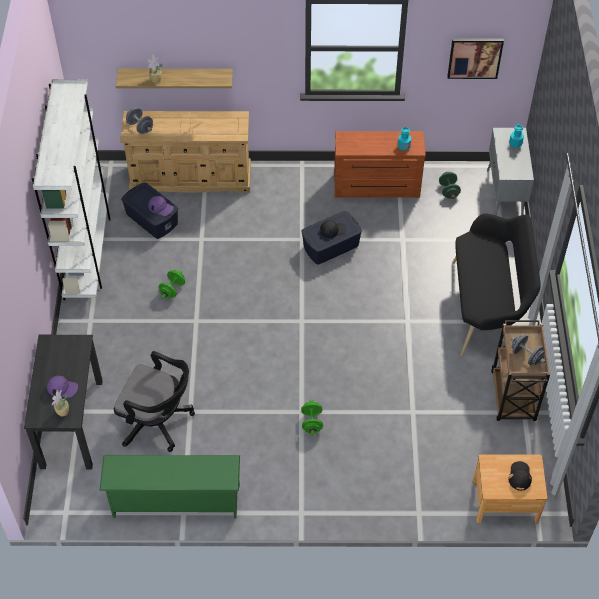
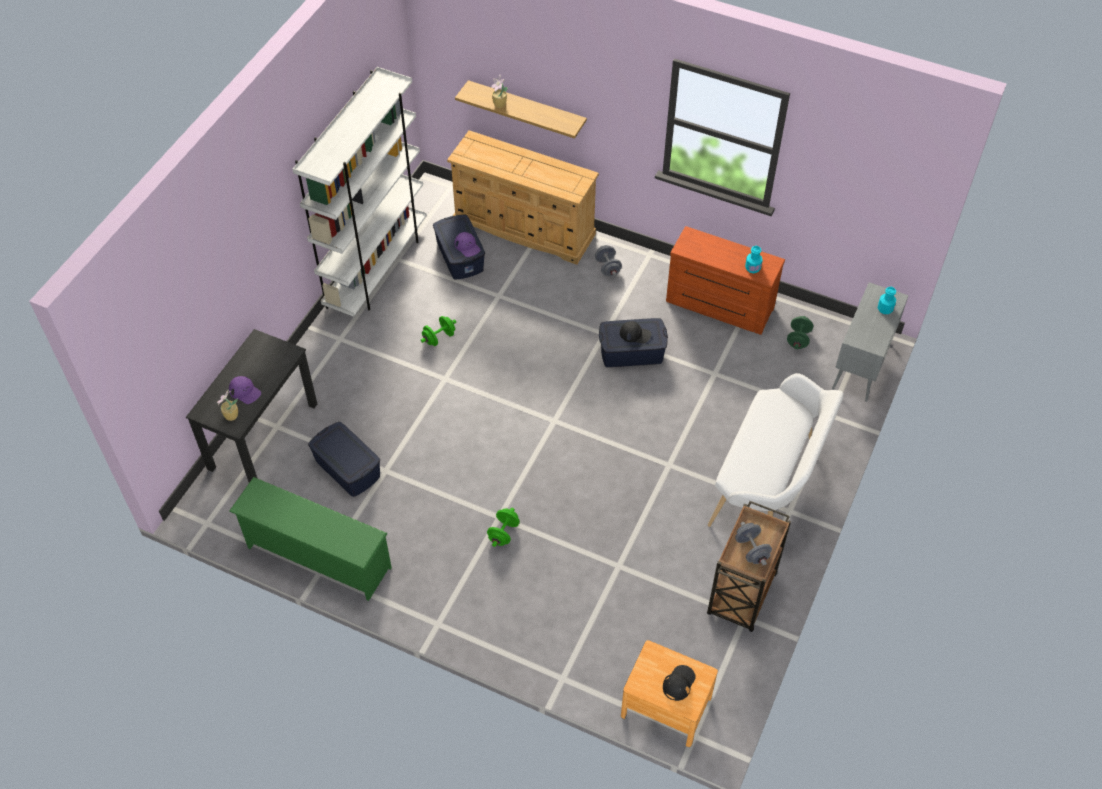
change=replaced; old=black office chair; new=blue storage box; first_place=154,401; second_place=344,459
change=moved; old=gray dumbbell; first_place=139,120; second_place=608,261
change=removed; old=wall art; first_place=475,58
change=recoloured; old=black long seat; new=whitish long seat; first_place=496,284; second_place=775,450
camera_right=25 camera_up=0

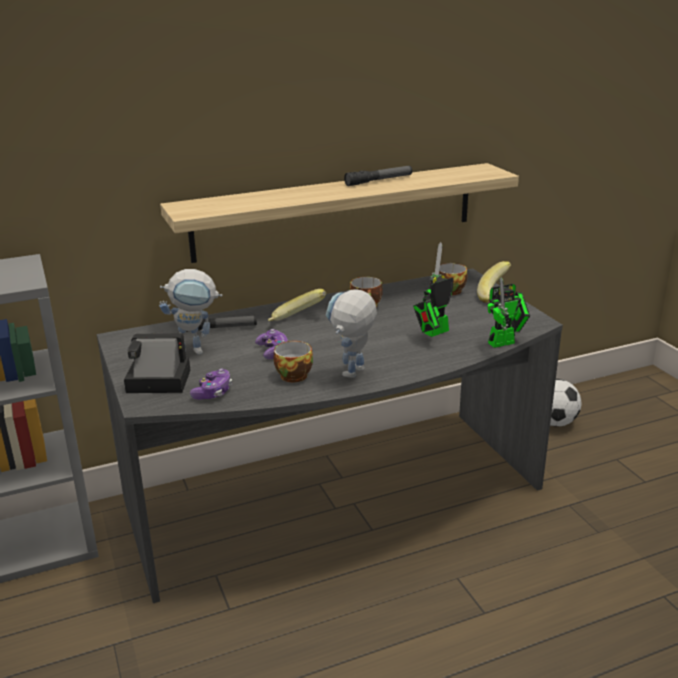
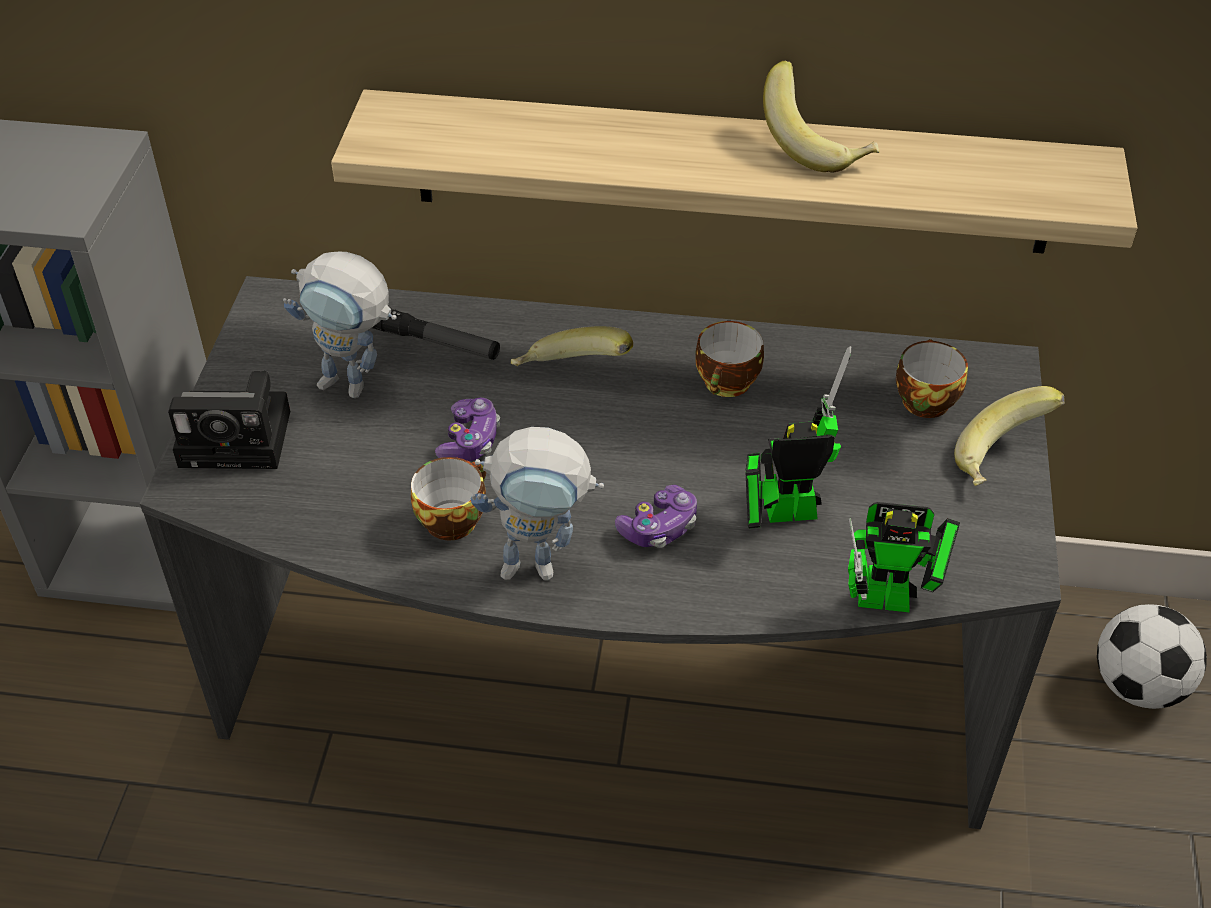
change=turned; old=photo camera; first_place=157,362; second_place=229,420; degrees=150
change=moved; old=joypad; first_place=211,384; second_place=656,516
change=turned; old=model robot; first_place=351,333; second_place=537,504; degrees=-150
change=replaced; old=flashlight; new=banana; first_place=378,176; second_place=821,116
camera_right=30 camera_up=20

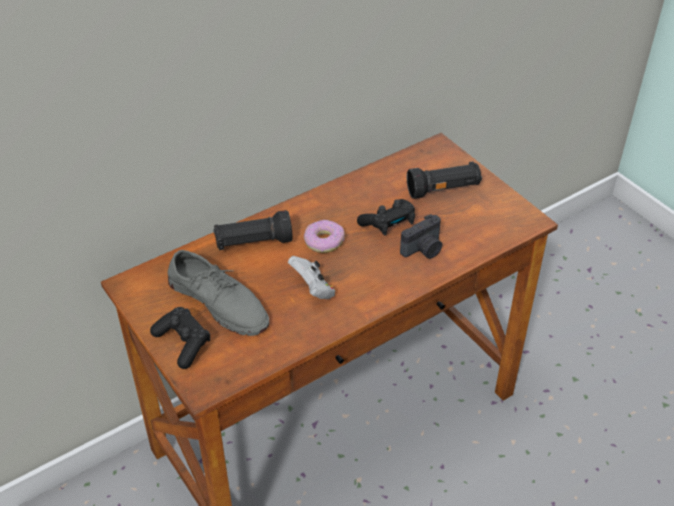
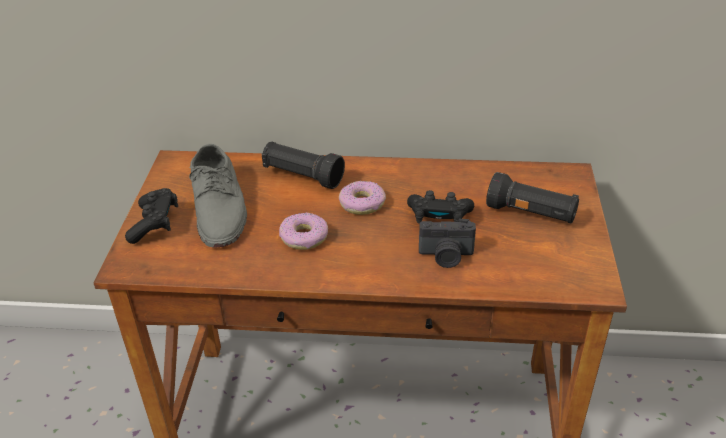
change=replaced; old=whitish joypad; new=ring doughnut; first_place=311,277; second_place=303,231
camera_right=40 camera_up=-5

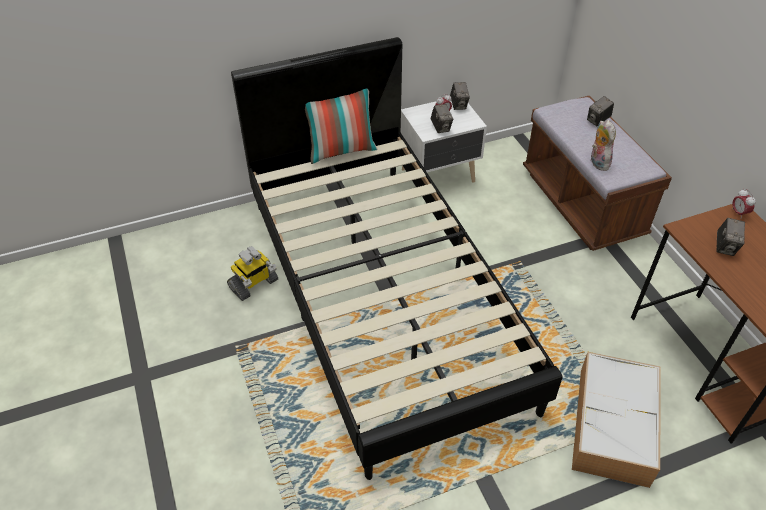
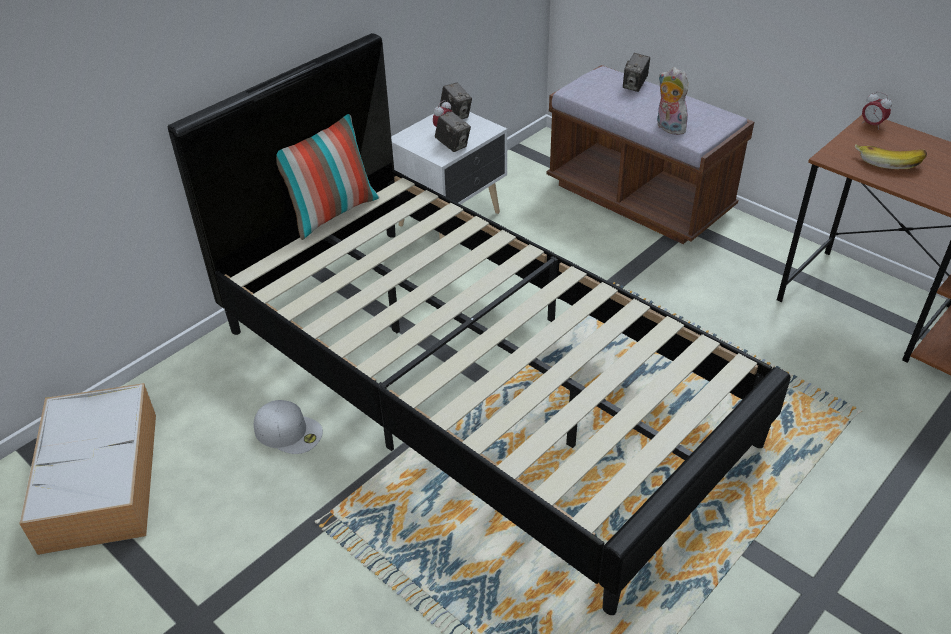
change=replaced; old=model robot; new=whitish baseball cap; first_place=253,273; second_place=288,427
change=moved; old=storage box; first_place=616,420; second_place=87,469
change=replaced; old=photo camera; new=banana; first_place=730,237; second_place=891,156
camera_right=-25 camera_up=-5

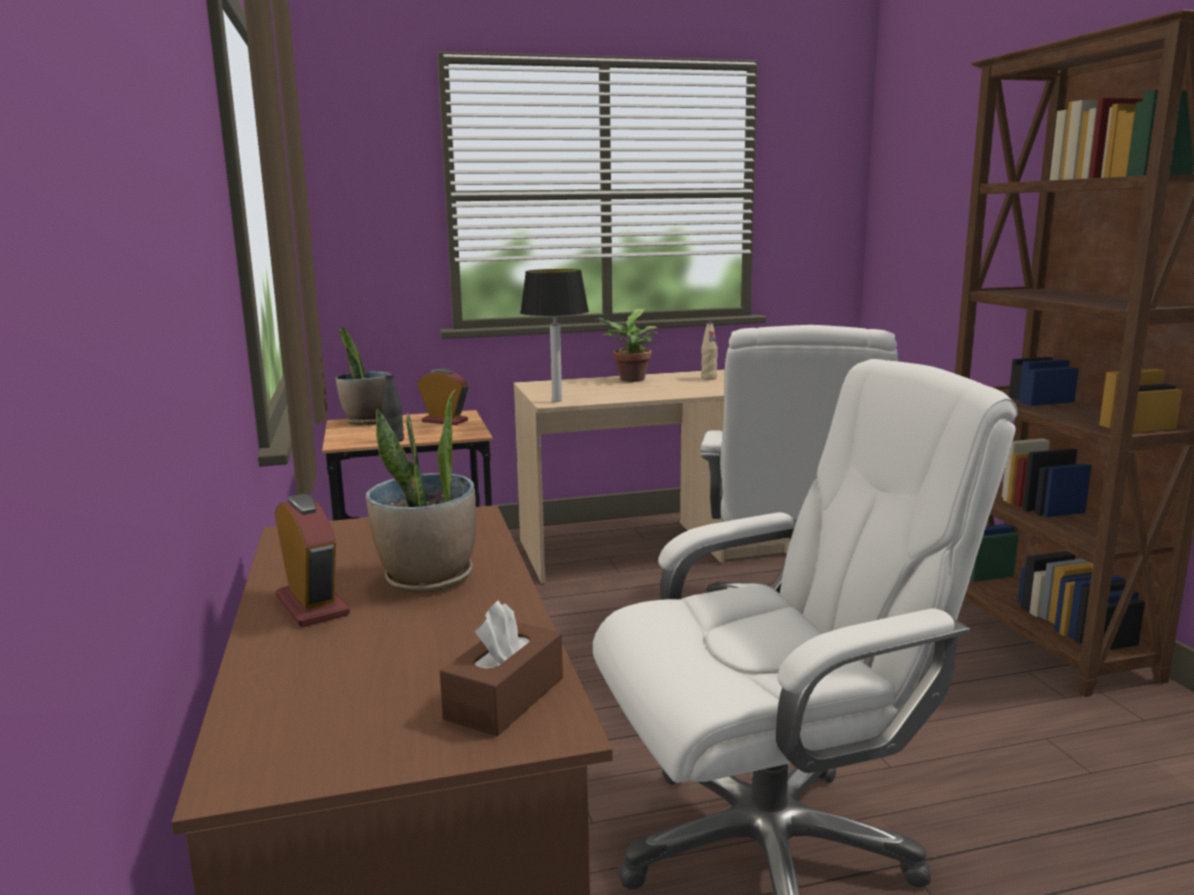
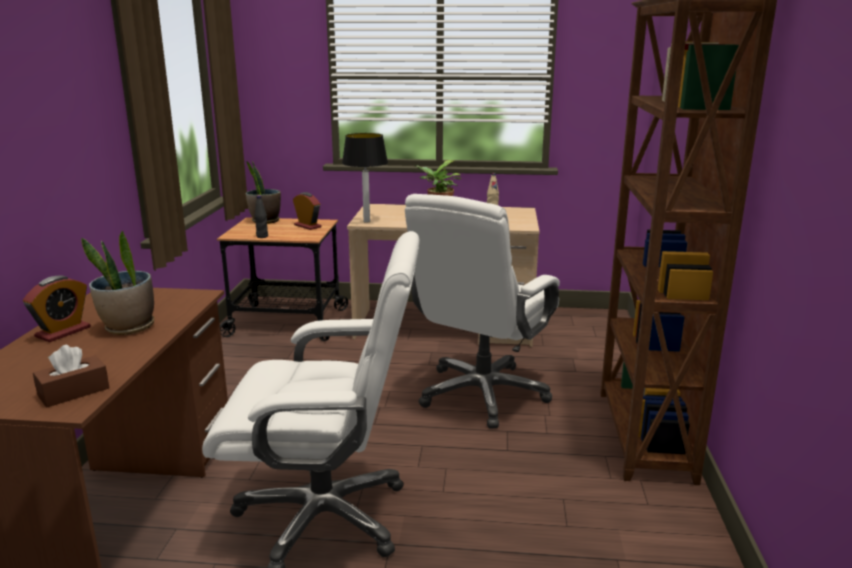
change=turned; old=alarm clock; first_place=312,560; second_place=57,309; degrees=45
camera_right=20 camera_up=5

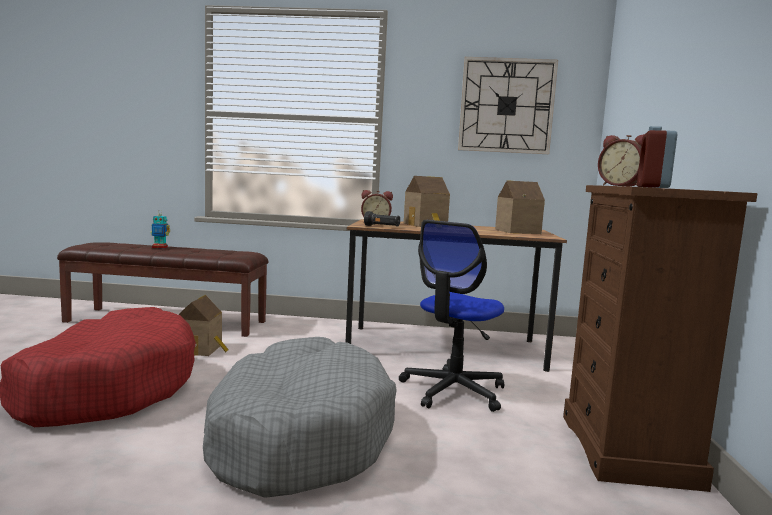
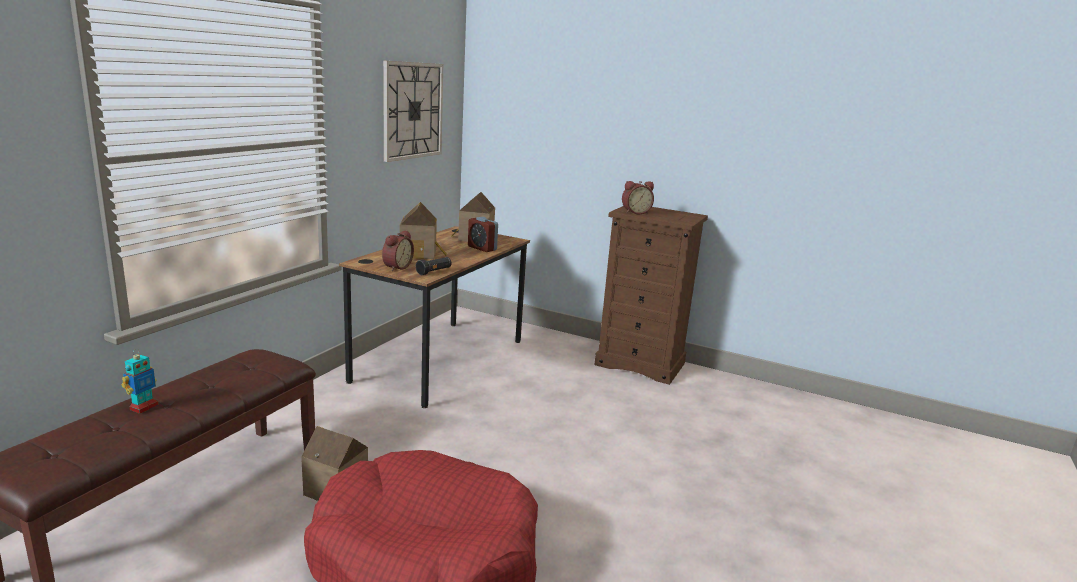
change=removed; old=gray dog cushion; first_place=300,417
change=removed; old=office chair; first_place=451,316
change=moved; old=alarm clock; first_place=657,157; second_place=483,234
camera_right=-70 camera_up=10

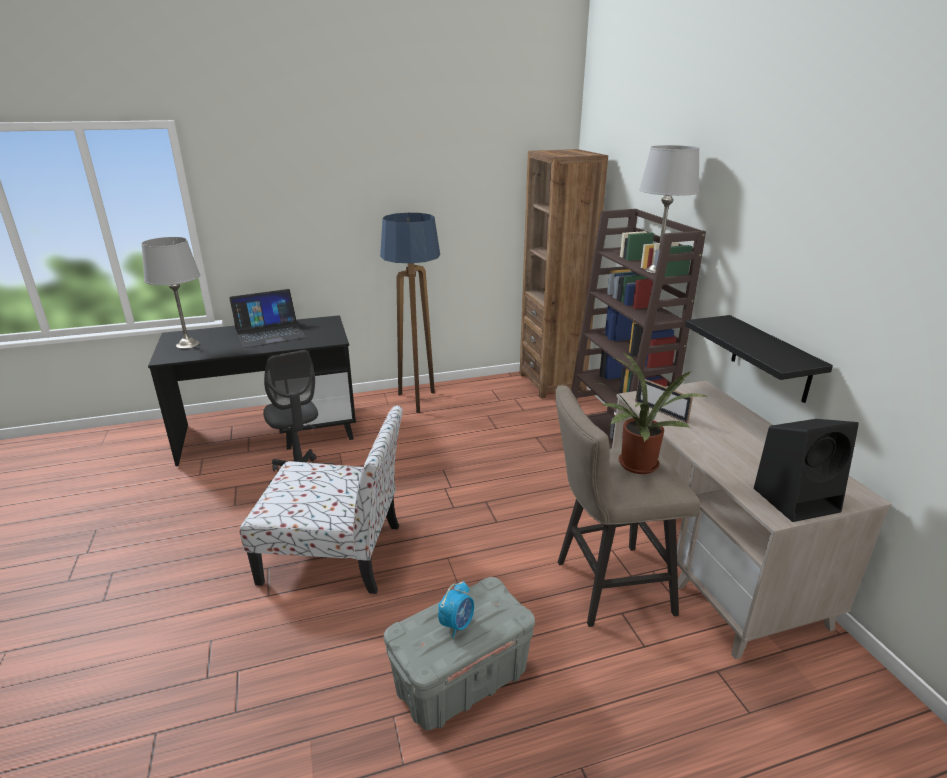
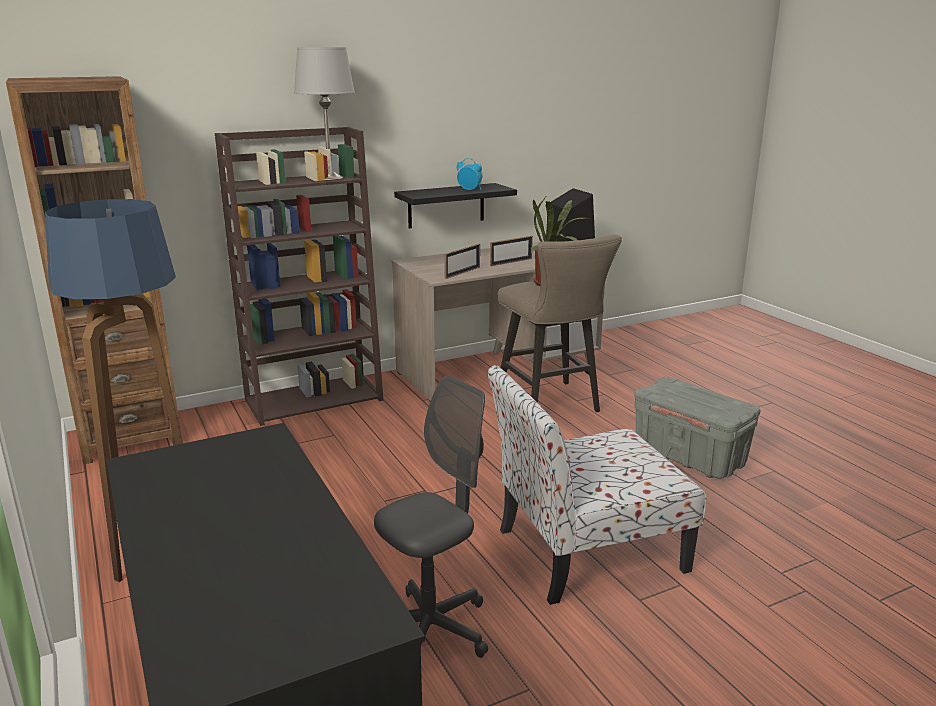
change=removed; old=gray tabletop lamp; first_place=170,293
change=removed; old=laptop; first_place=267,318
change=turned; old=upright chair; first_place=321,499; second_place=597,485; degrees=-105
change=moved; old=alarm clock; first_place=456,609; second_place=469,174
change=added; new=photo frame; second_place=511,251
camera_right=-100 camera_up=-5

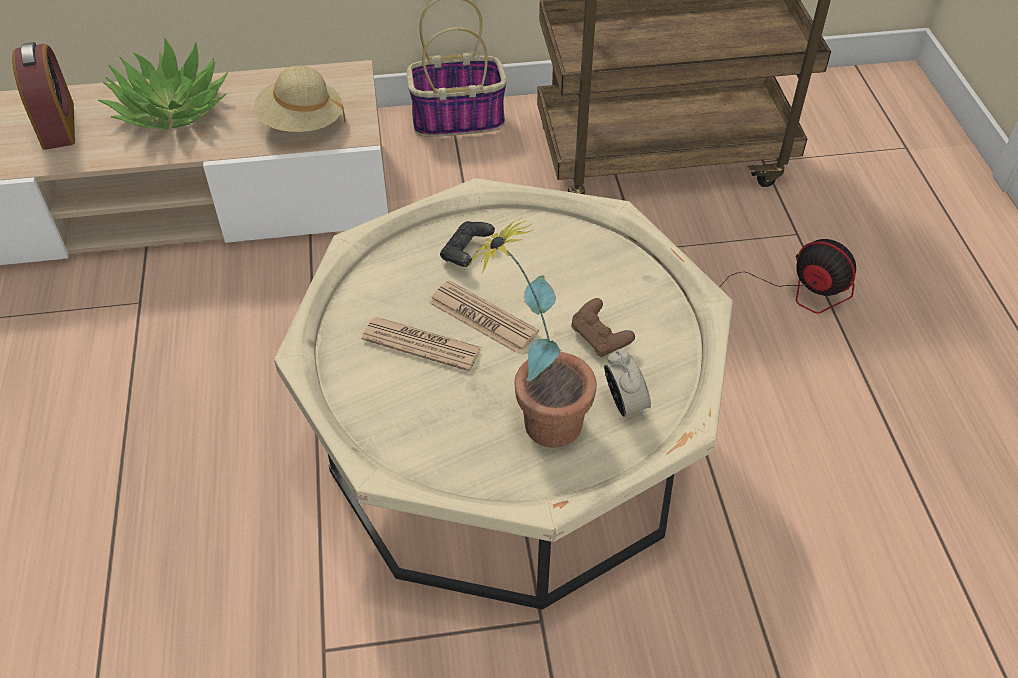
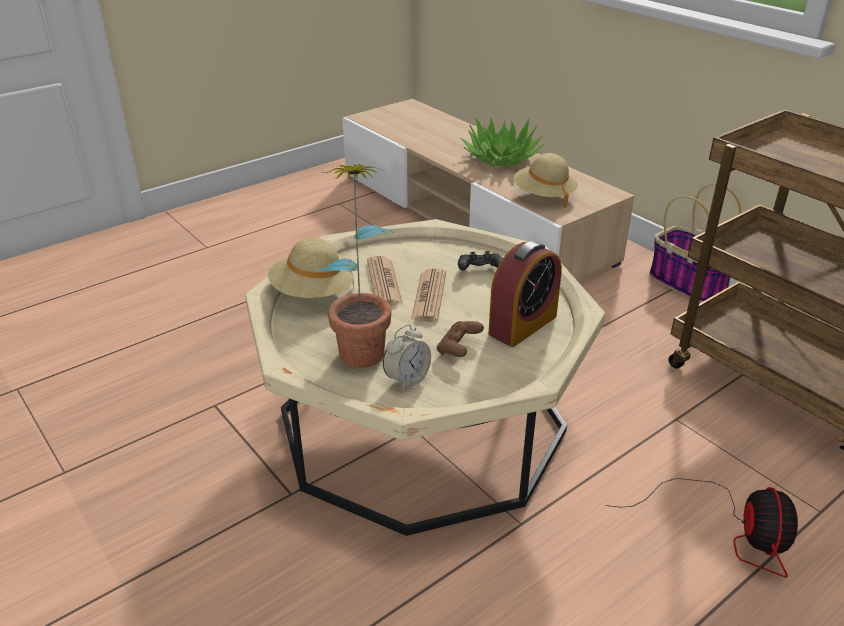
change=moved; old=alarm clock; first_place=43,96; second_place=525,294
change=added; new=beige clothing hat; second_place=311,268
camera_right=60 camera_up=-15

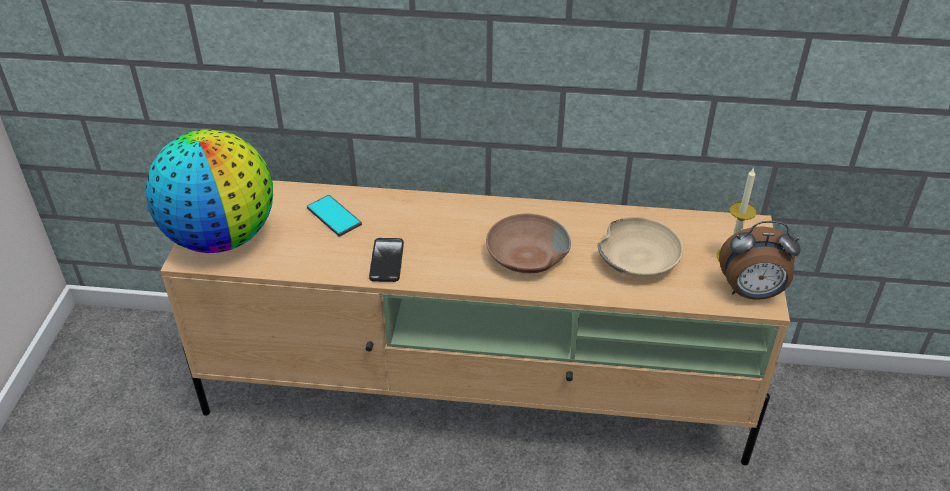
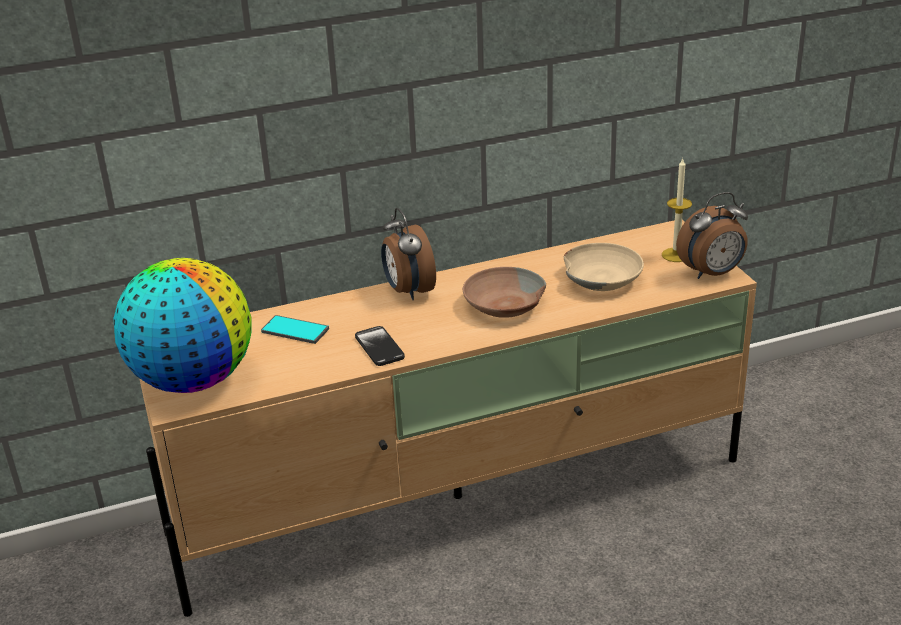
change=added; new=alarm clock; second_place=408,254
camera_right=-25 camera_up=-10

